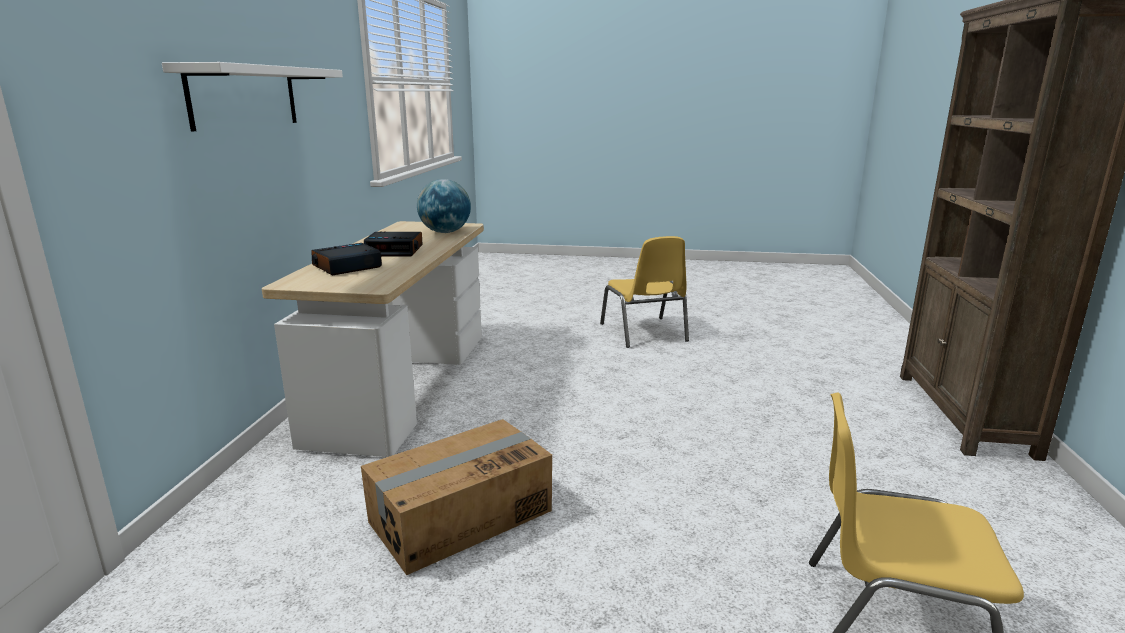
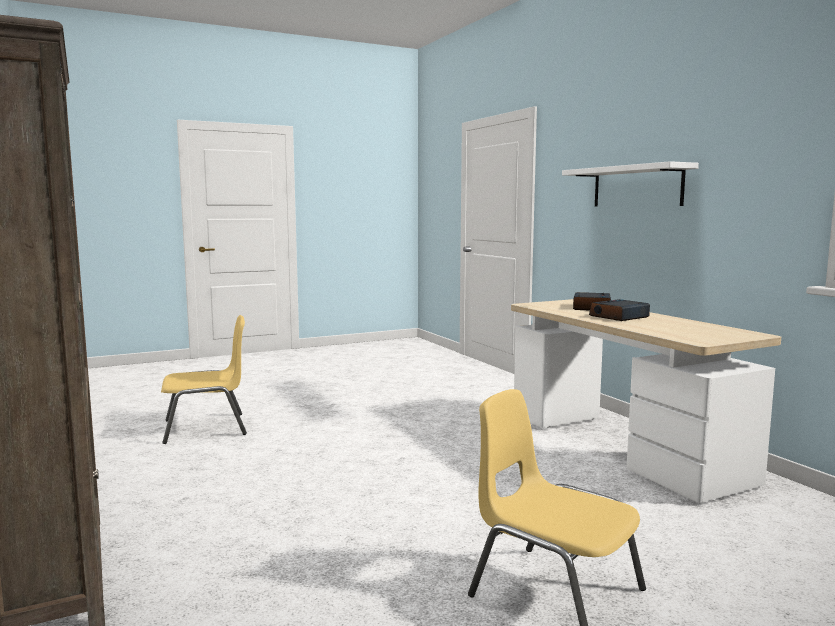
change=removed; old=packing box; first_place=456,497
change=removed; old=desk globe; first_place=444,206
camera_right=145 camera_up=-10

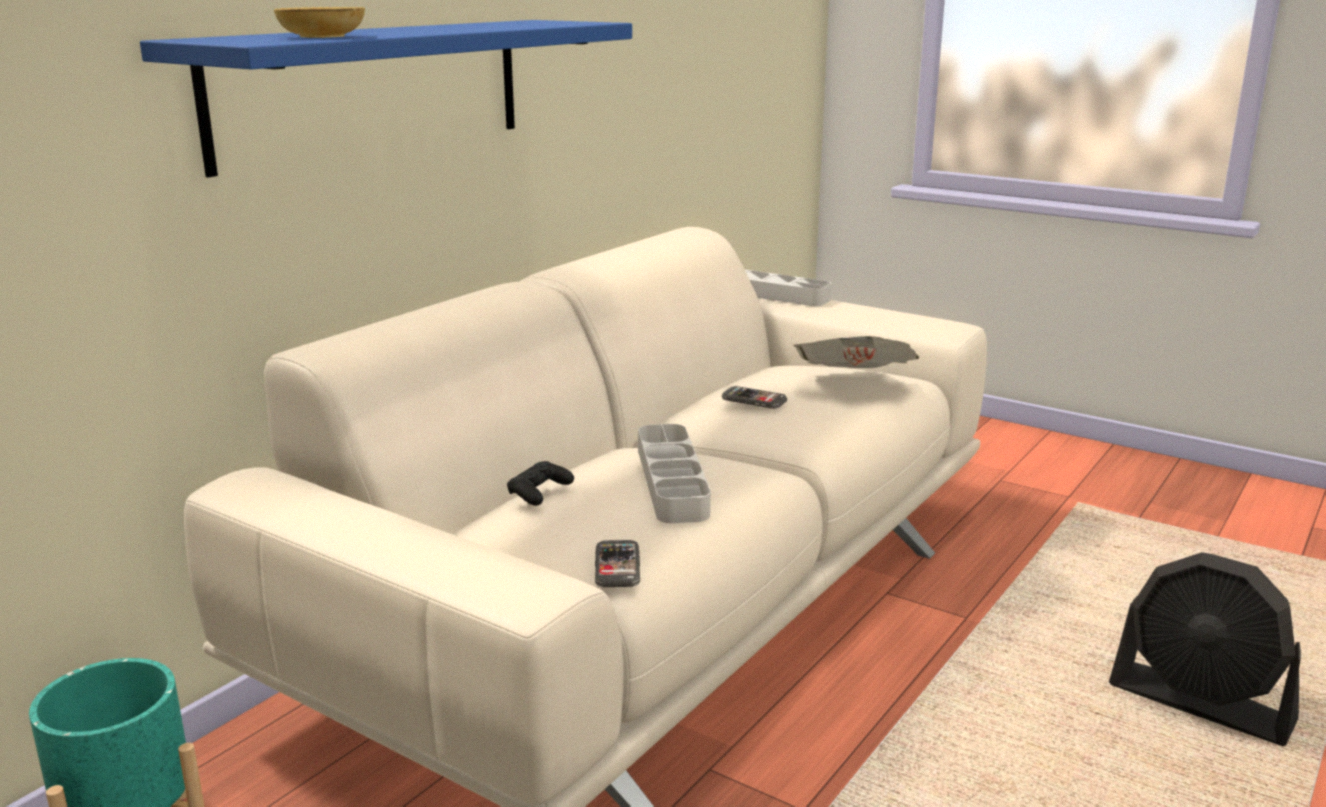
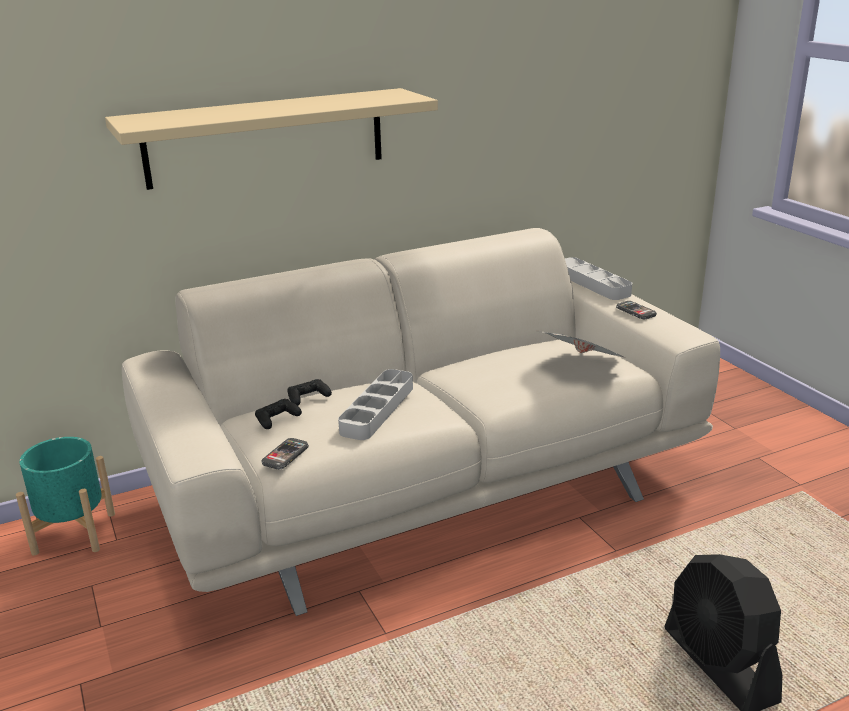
change=recoloured; old=blue wall shelf; new=beige wall shelf; first_place=386,98; second_place=271,139
change=removed; old=beige deep dish; first_place=319,22
change=moved; old=phone; first_place=754,397; second_place=636,310
change=added; new=black joypad; second_place=278,414
camera_right=30 camera_up=5

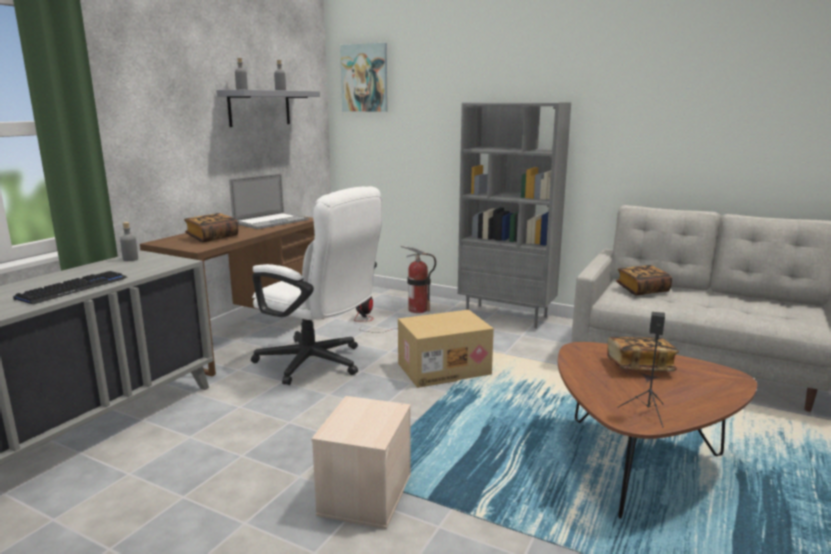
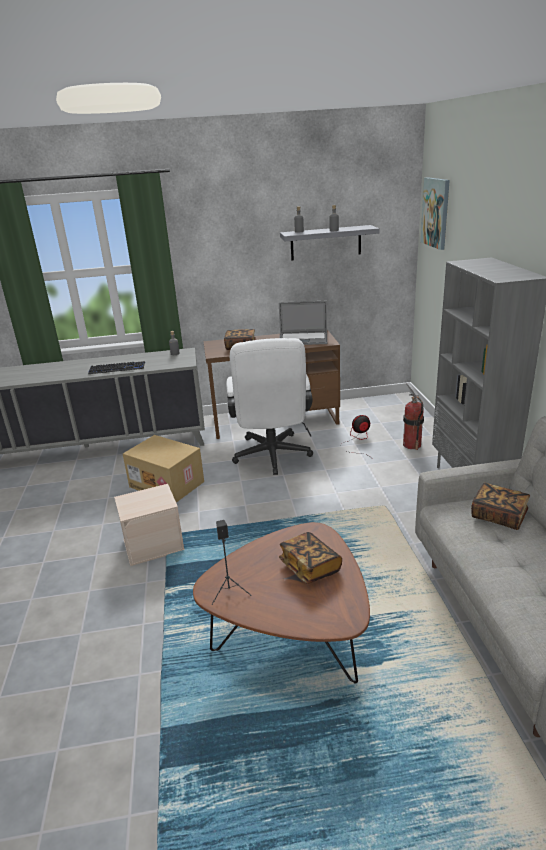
change=moved; old=packing box; first_place=446,349; second_place=163,469
camera_right=55 camera_up=10

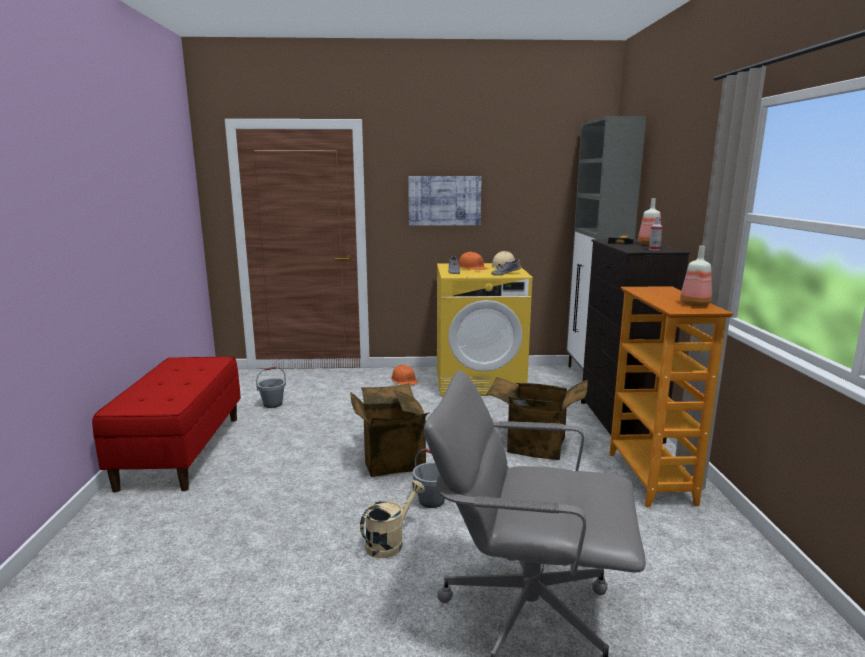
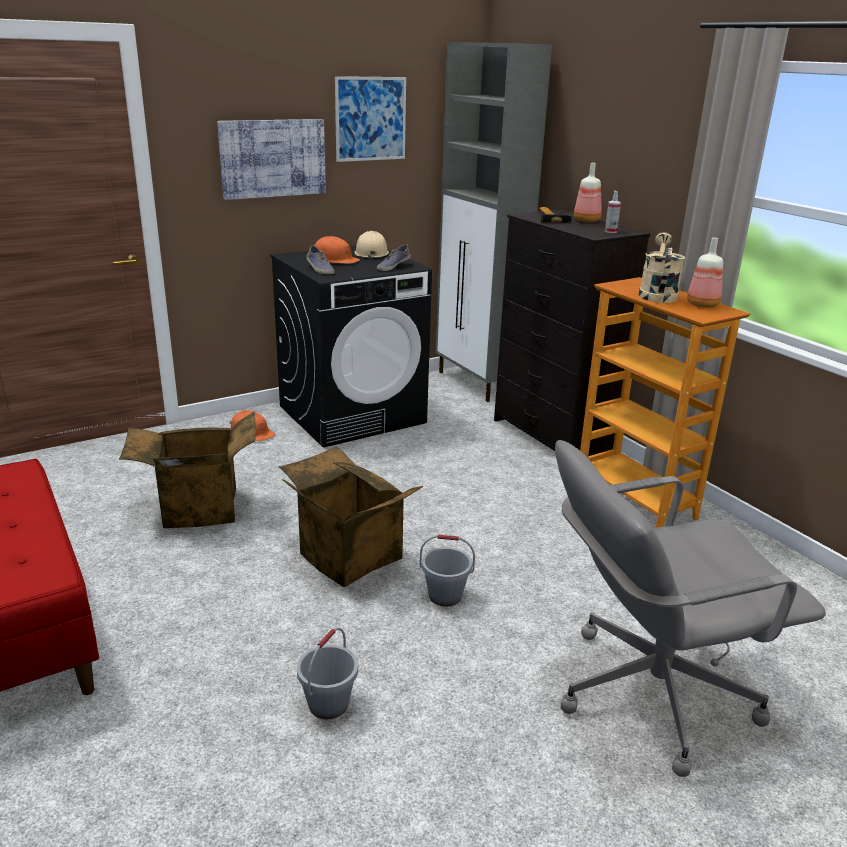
change=moved; old=gray pail; first_place=271,387; second_place=327,673
change=moved; old=beige sprinkling can; first_place=392,519; second_place=662,267
change=recoloured; old=yellowish laundry appliance; new=black laundry appliance; first_place=484,330; second_place=351,347
change=moved; old=packing box; first_place=537,418; second_place=187,469
change=added; new=wall art; second_place=370,119
camera_right=-30 camera_up=10

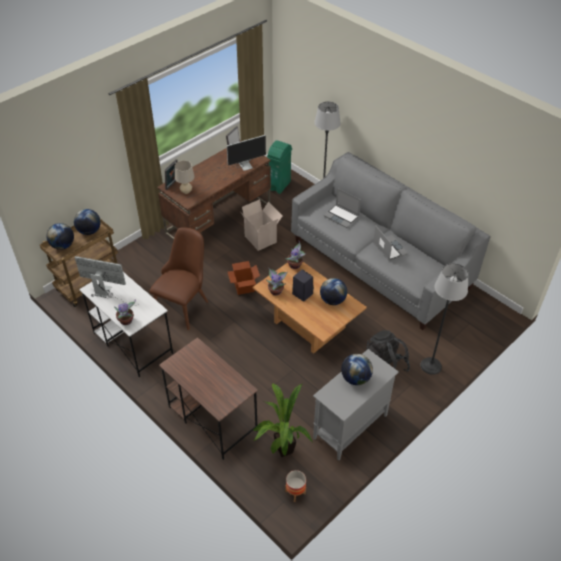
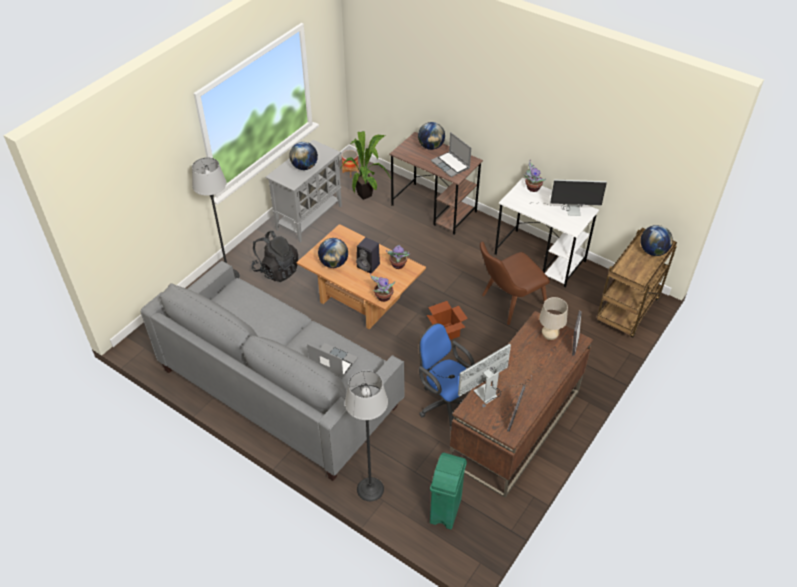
change=moved; old=desk globe; first_place=87,222; second_place=431,136
change=turned; old=brownish upright chair; first_place=178,278; second_place=515,283; degrees=45
change=replaced; old=packing box; new=blue office chair; first_place=262,225; second_place=447,377
change=moved; old=laptop; first_place=390,243; second_place=451,154
camera_right=170 camera_up=0

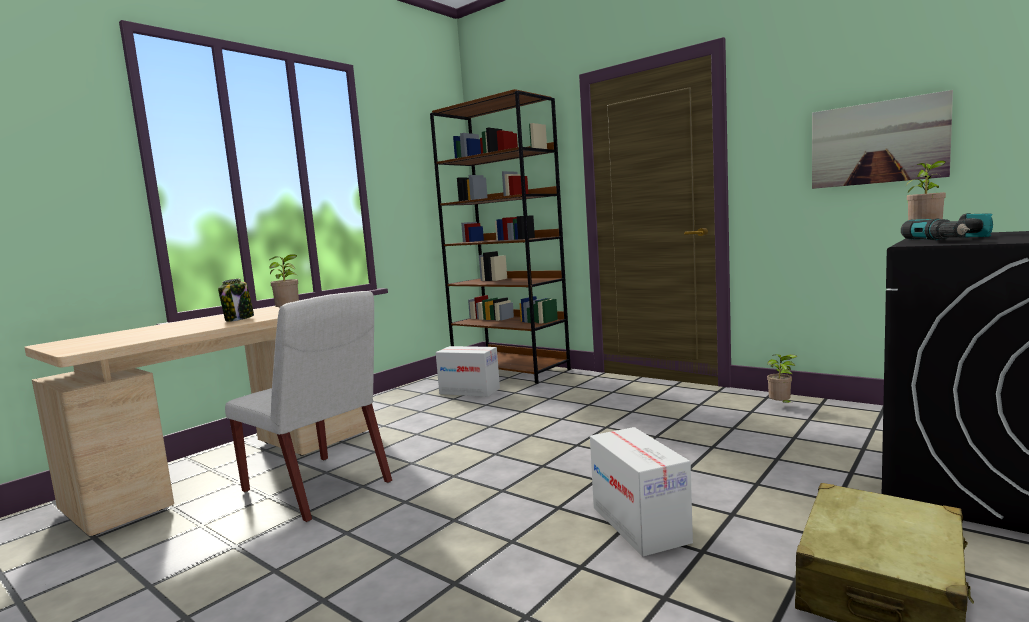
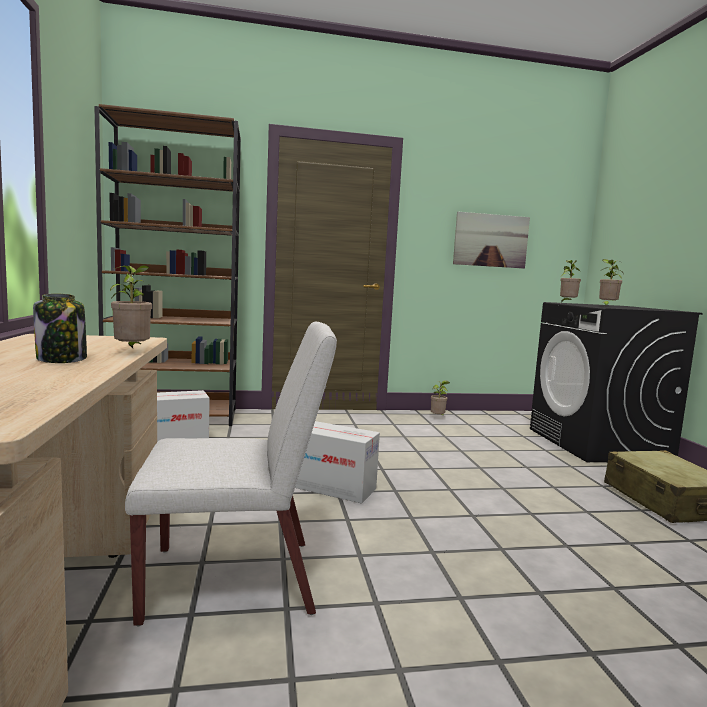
change=moved; old=packing box; first_place=641,492; second_place=337,462
change=replaced; old=power drill; new=potted plant; first_place=947,226; second_place=611,283
camera_right=-50 camera_up=0

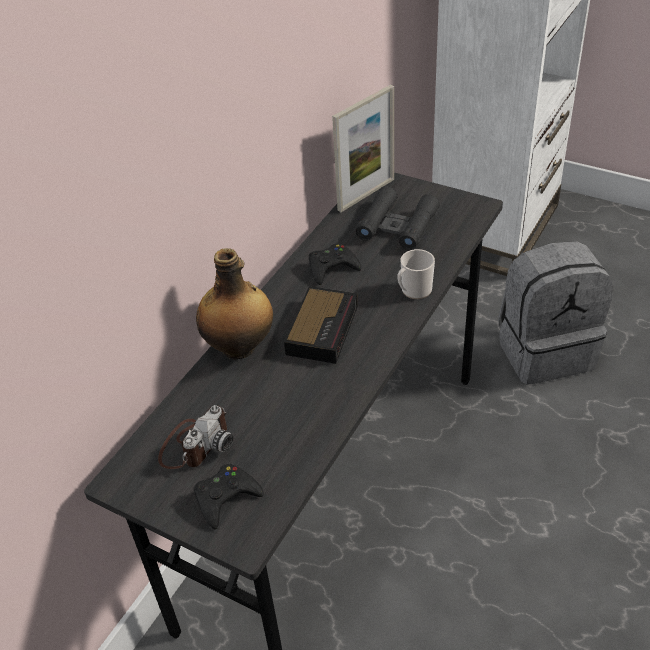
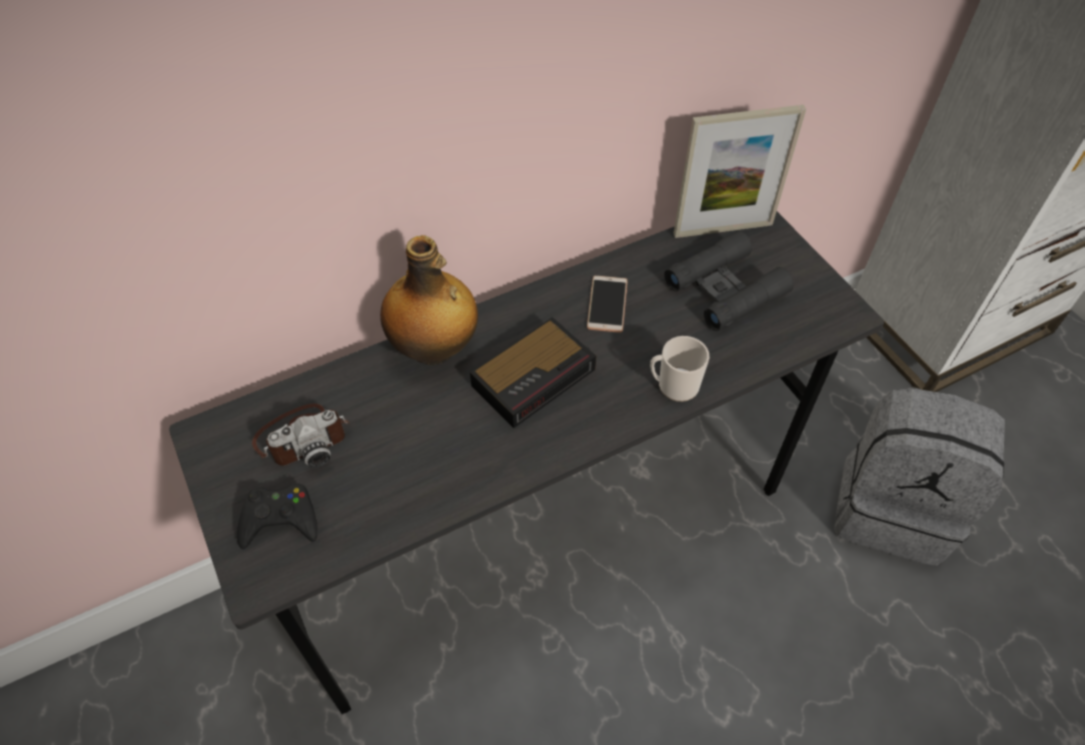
change=replaced; old=black joypad; new=phone; first_place=335,264; second_place=607,304
camera_right=30 camera_up=10

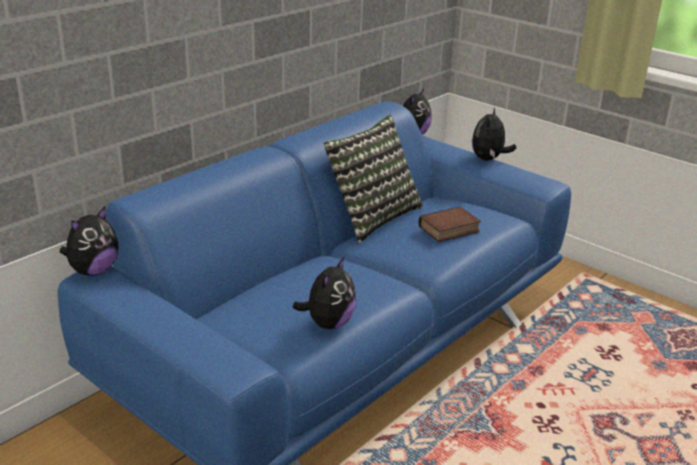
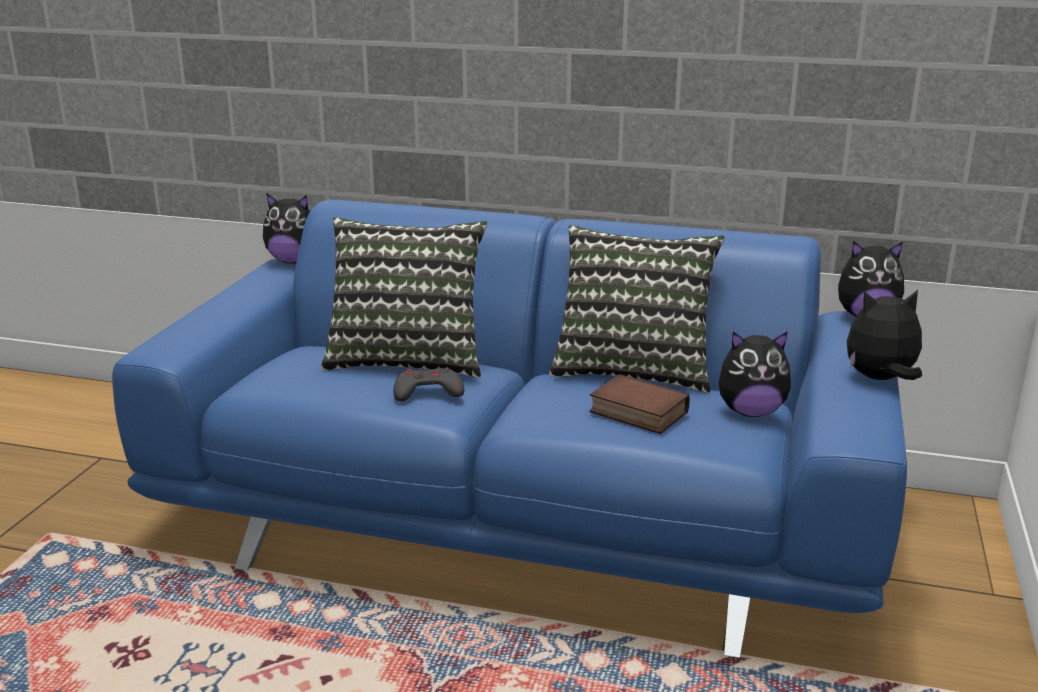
change=moved; old=plush toy; first_place=324,293; second_place=755,374
change=added; new=cushion; second_place=404,297
change=added; new=gray joypad; second_place=428,384
camera_right=65 camera_up=-5

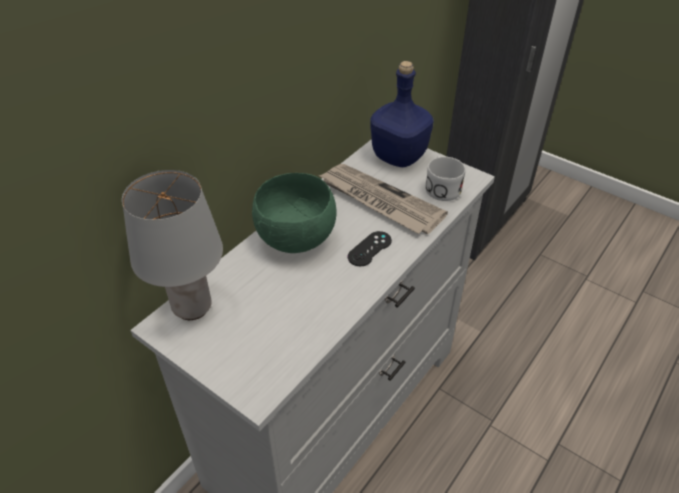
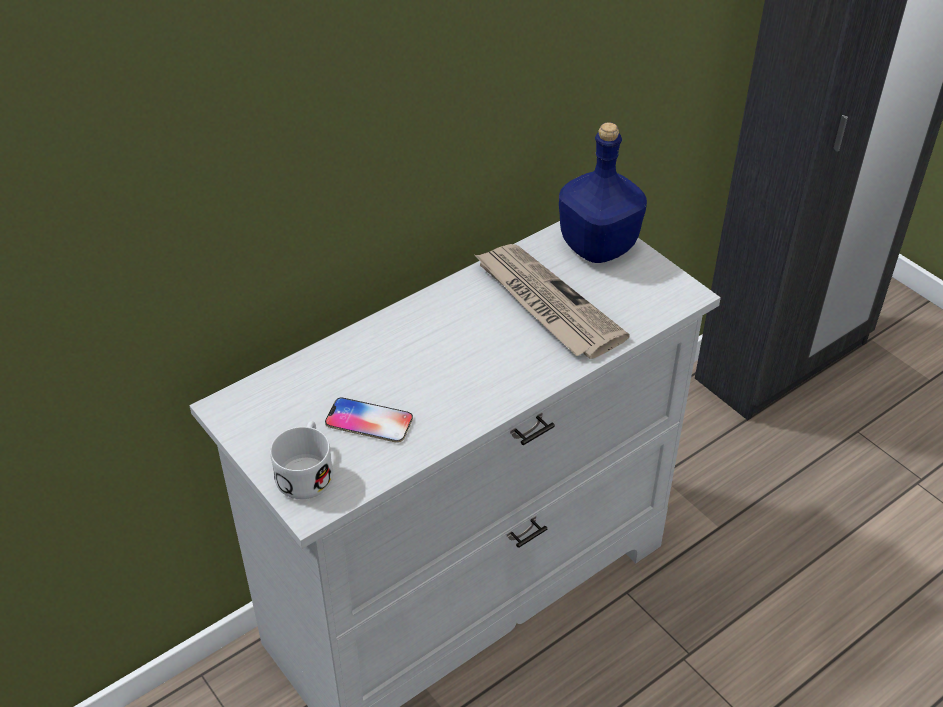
change=removed; old=gray tabletop lamp; first_place=172,245
change=removed; old=greenish deep dish; first_place=294,213
change=removed; old=black joypad; first_place=370,248
change=moved; old=whitish tea mug; first_place=445,178; second_place=301,460
change=added; new=phone; second_place=369,420
camera_right=15 camera_up=0

